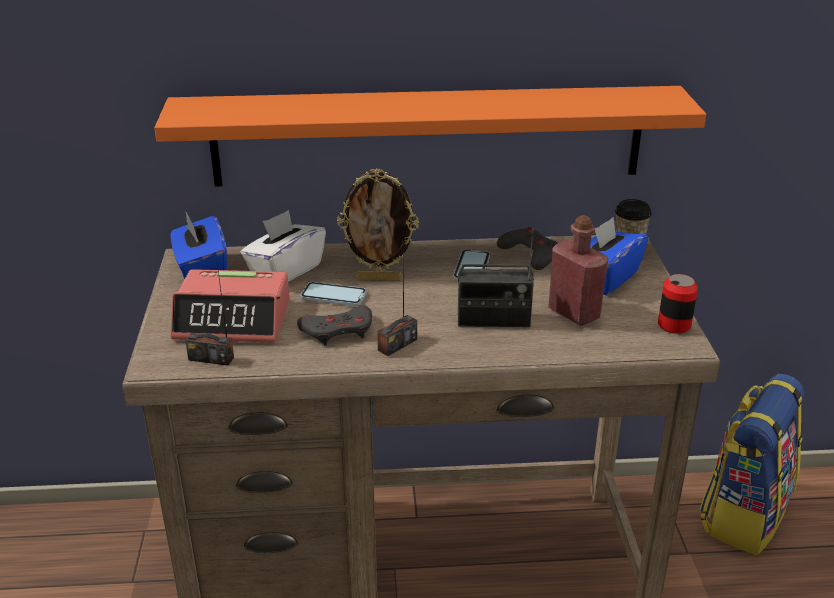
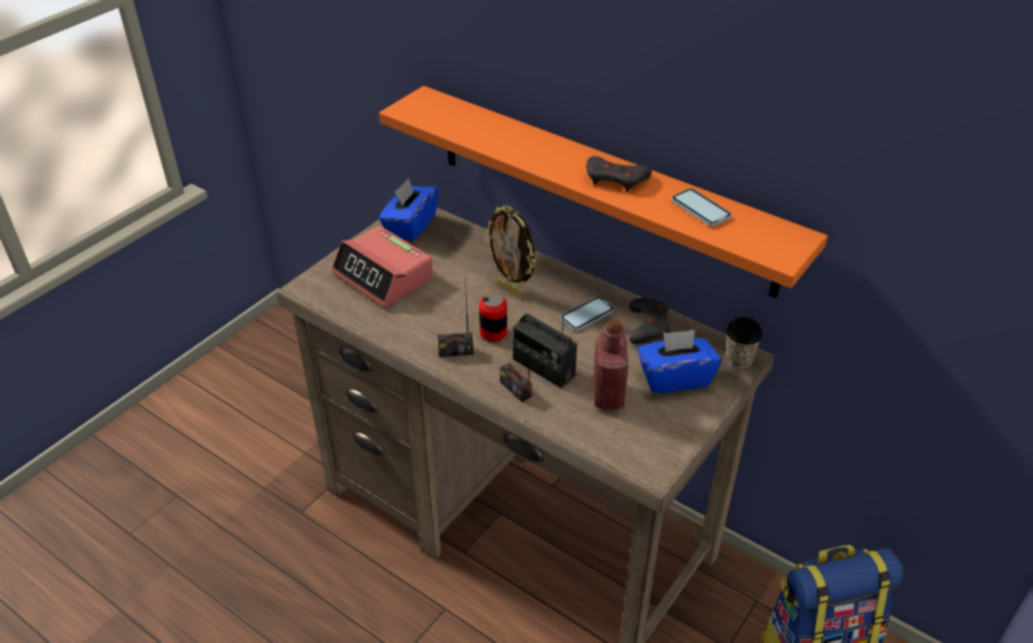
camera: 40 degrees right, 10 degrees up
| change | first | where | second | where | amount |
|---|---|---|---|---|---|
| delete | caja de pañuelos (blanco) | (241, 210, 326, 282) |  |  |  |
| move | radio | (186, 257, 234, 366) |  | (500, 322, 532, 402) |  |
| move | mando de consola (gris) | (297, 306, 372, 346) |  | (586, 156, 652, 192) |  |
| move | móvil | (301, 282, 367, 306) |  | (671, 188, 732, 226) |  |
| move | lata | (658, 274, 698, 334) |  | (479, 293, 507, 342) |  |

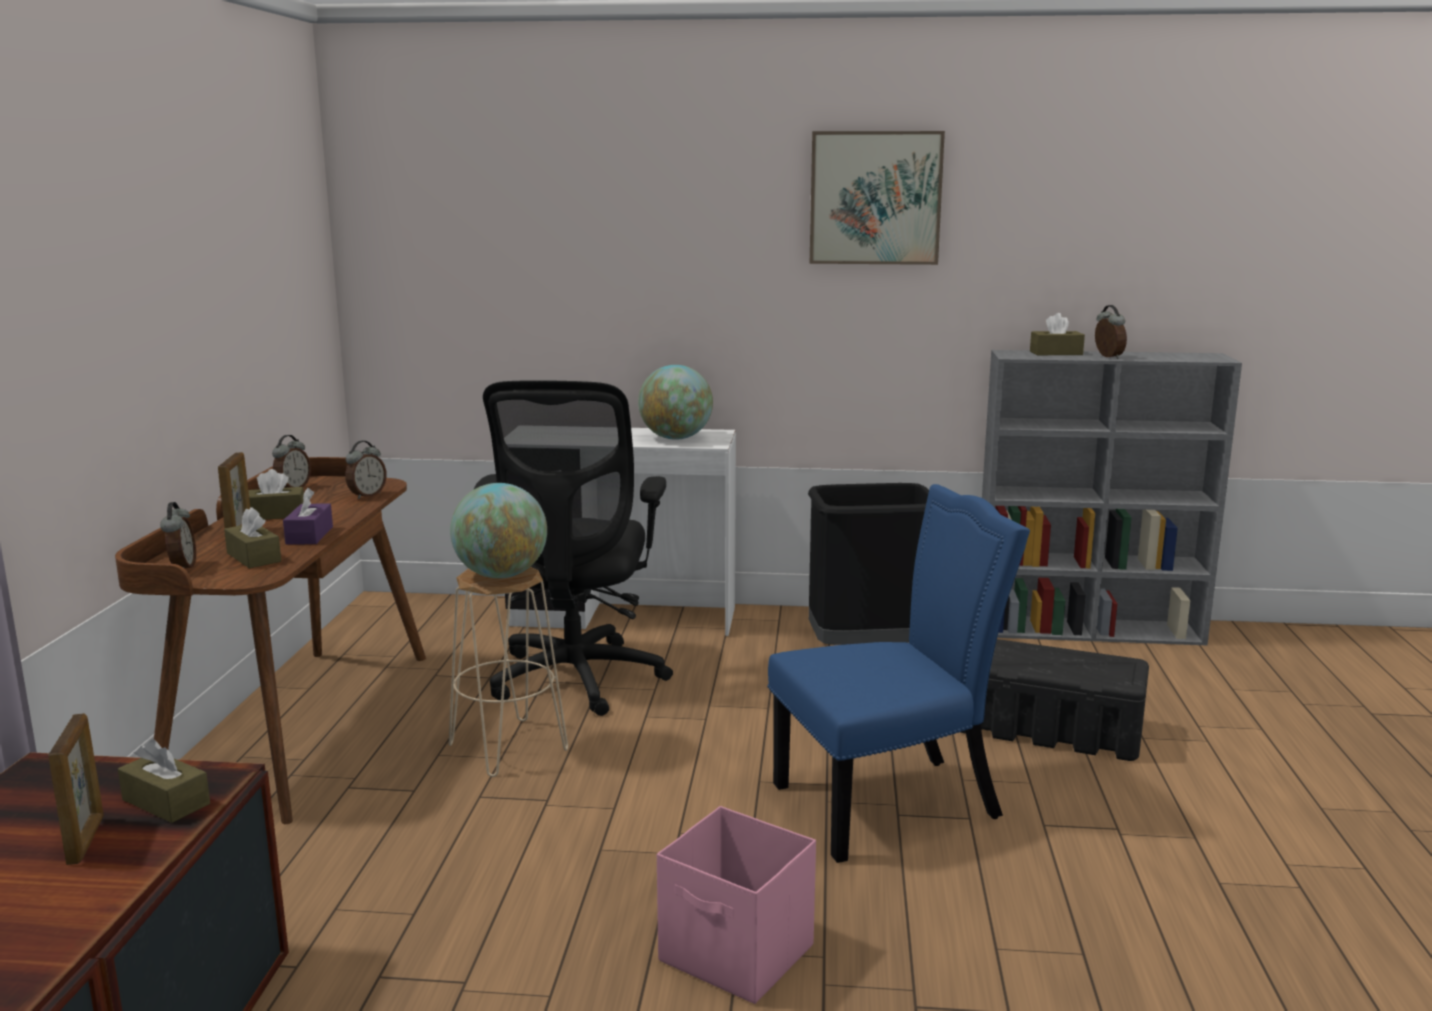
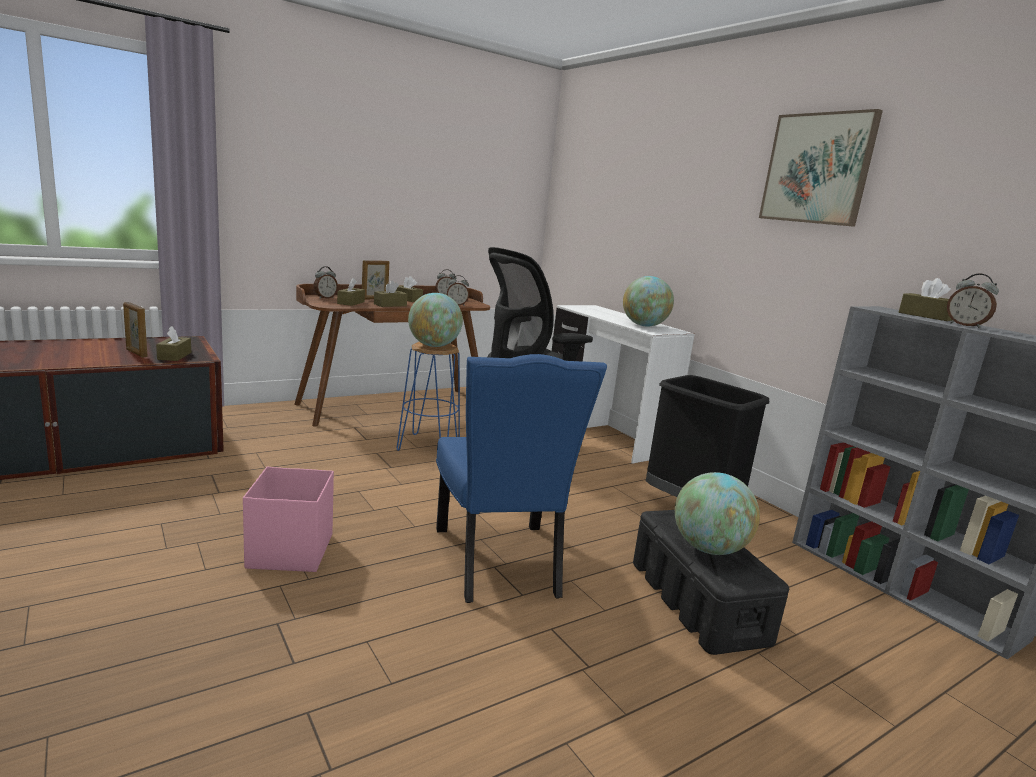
camera: 50 degrees right, 0 degrees up
| change | first | where | second | where | amount |
|---|---|---|---|---|---|
| insert |  |  | globo terráqueo | (675, 472, 760, 555) |  |
| recolor | caja de pañuelos (morado) | (283, 488, 333, 545) | caja de pañuelos (marrón) | (374, 280, 407, 307) |  |
| recolor | taburete (beis) | (449, 567, 568, 777) | taburete (azul) | (397, 342, 460, 451) |  |
| rotate | portarretratos | (48, 713, 104, 865) |  | (123, 302, 148, 357) | 90 degrees clockwise |
| rotate | silla (azul) | (767, 484, 1030, 863) |  | (436, 354, 607, 603) | 45 degrees clockwise |
| rotate | despertador | (1095, 305, 1127, 359) |  | (947, 274, 999, 328) | 105 degrees clockwise |

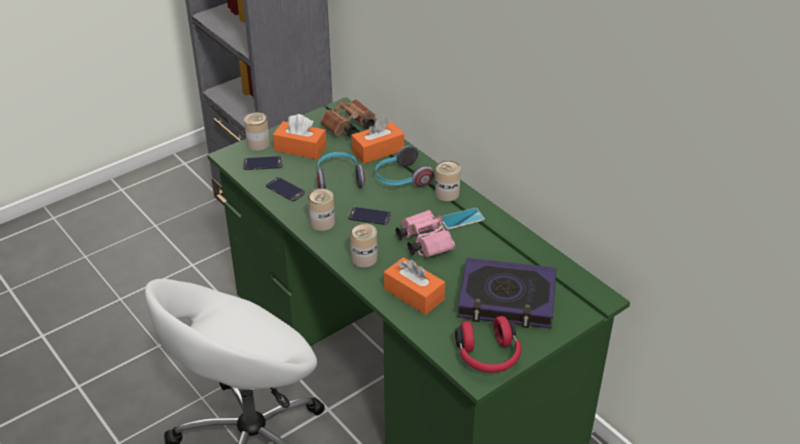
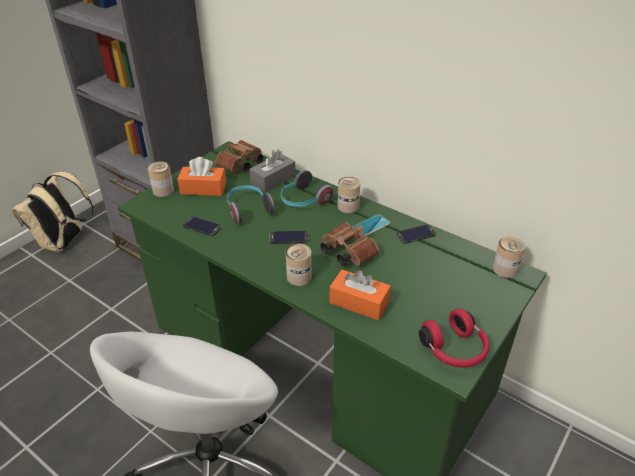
camera: 15 degrees left, 0 degrees up
| change | first | where | second | where | amount |
|---|---|---|---|---|---|
| delete | libro | (457, 258, 557, 328) |  |  |  |
| insert |  |  | mochila (beis) | (12, 172, 93, 252) |  |
| move | móvil | (243, 156, 282, 170) |  | (396, 224, 437, 244) |  |
| move | lata | (308, 189, 335, 231) |  | (493, 236, 525, 278) |  |
| recolor | caja de pañuelos (naranja) | (351, 118, 404, 164) | caja de pañuelos (gris) | (249, 149, 296, 193) |  |
| recolor | prismáticos (rosa) | (396, 210, 455, 258) | prismáticos (marrón) | (320, 222, 379, 266) |  |

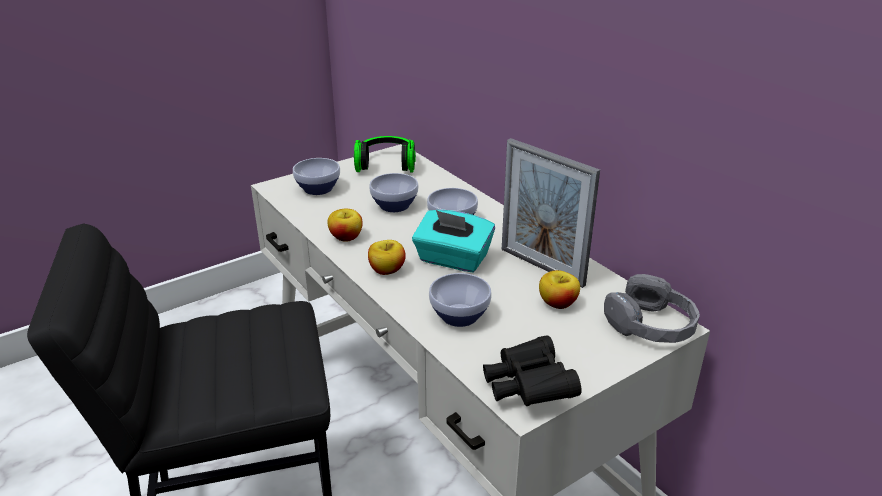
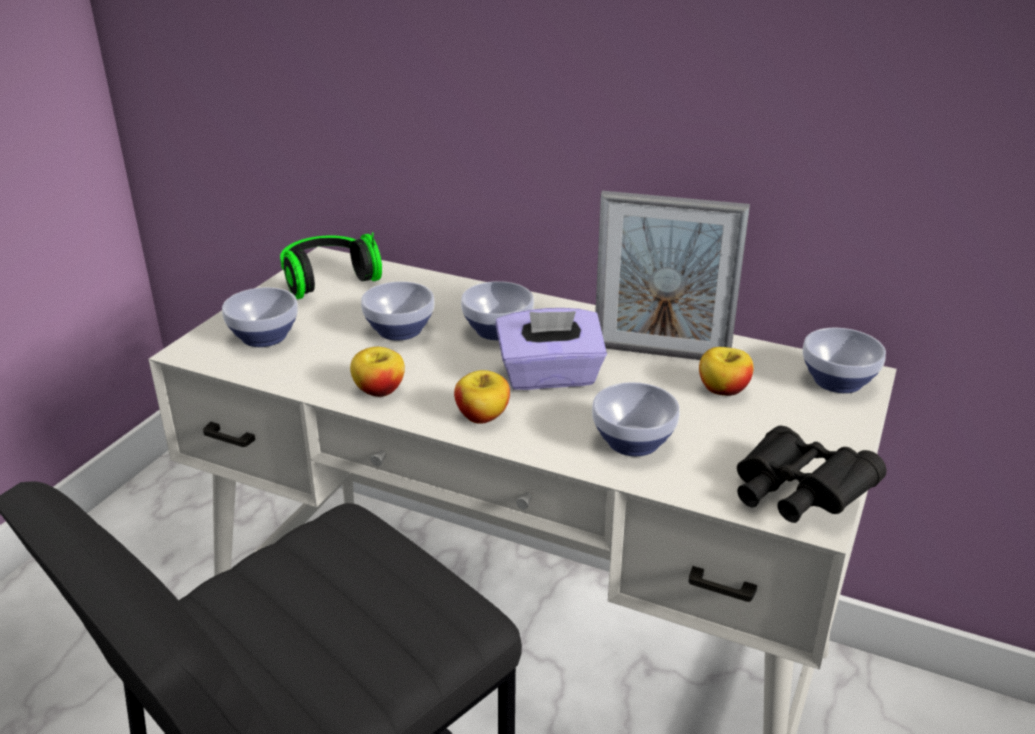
camera: 30 degrees left, 0 degrees up
| change | first | where | second | where | amount |
|---|---|---|---|---|---|
| replace | auriculares (gris) | (604, 274, 700, 343) | cuenco | (803, 328, 886, 393) |  |
| recolor | caja de pañuelos (turquesa) | (412, 209, 495, 272) | caja de pañuelos (morado) | (495, 308, 607, 390) |  |

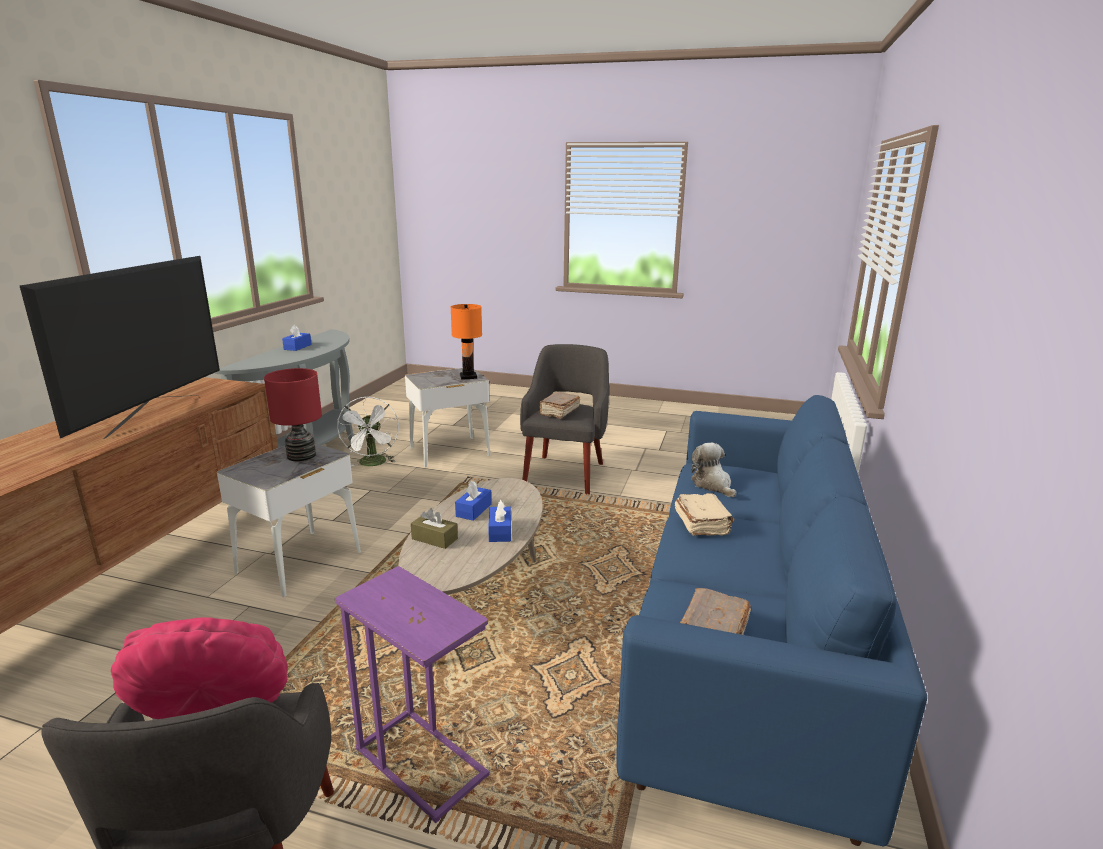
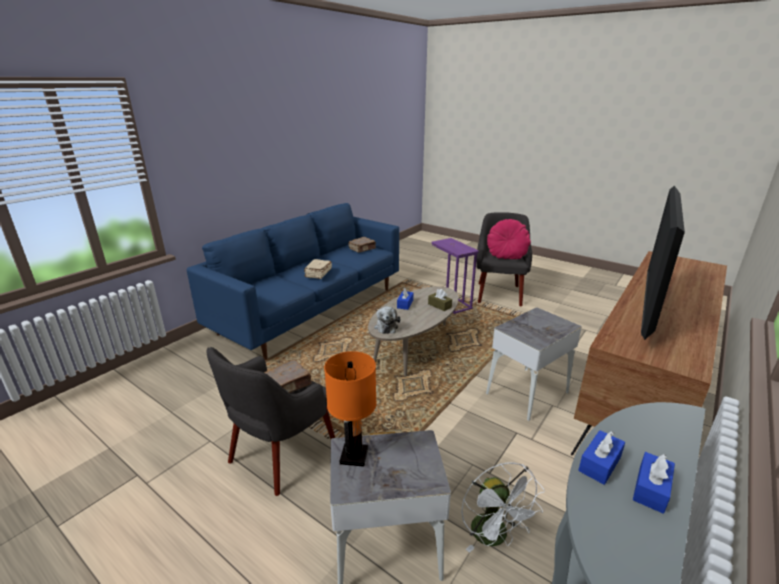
camera: 160 degrees left, 5 degrees up
| change | first | where | second | where | amount |
|---|---|---|---|---|---|
| delete | lámpara de mesa (rojo) | (264, 368, 322, 461) |  |  |  |
| move | caja de pañuelos (azul) | (455, 481, 492, 521) |  | (578, 430, 625, 485) |  |
| move | peluche | (691, 443, 737, 498) |  | (374, 306, 400, 334) |  |
| rotate | ventilador (blanco) | (337, 396, 399, 466) |  | (461, 462, 545, 553) | 150 degrees clockwise |

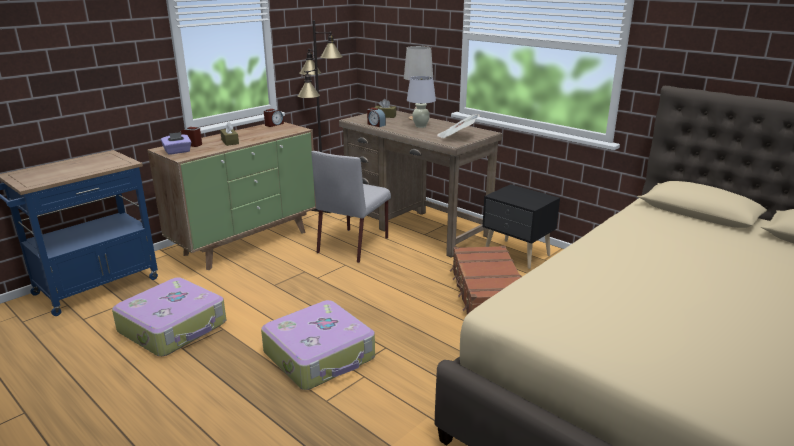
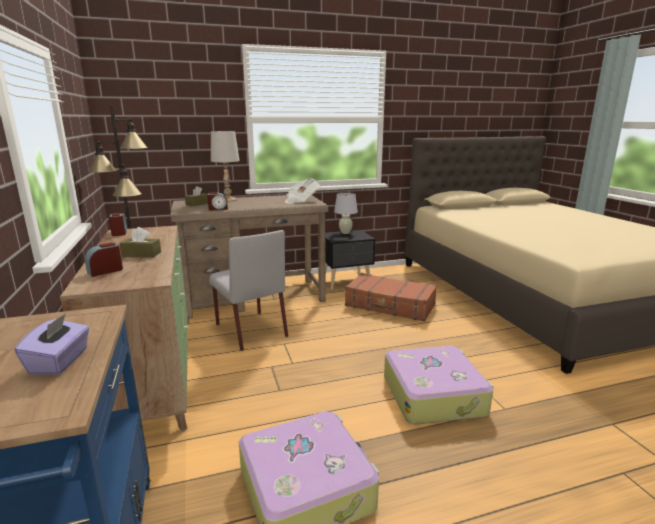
camera: 60 degrees left, 5 degrees down
| change | first | where | second | where | amount |
|---|---|---|---|---|---|
| move | caja de pañuelos (morado) | (161, 132, 191, 155) |  | (14, 313, 89, 375) |  |
| move | lámpara de mesa (blanco) | (407, 76, 436, 128) |  | (334, 193, 358, 234) |  |

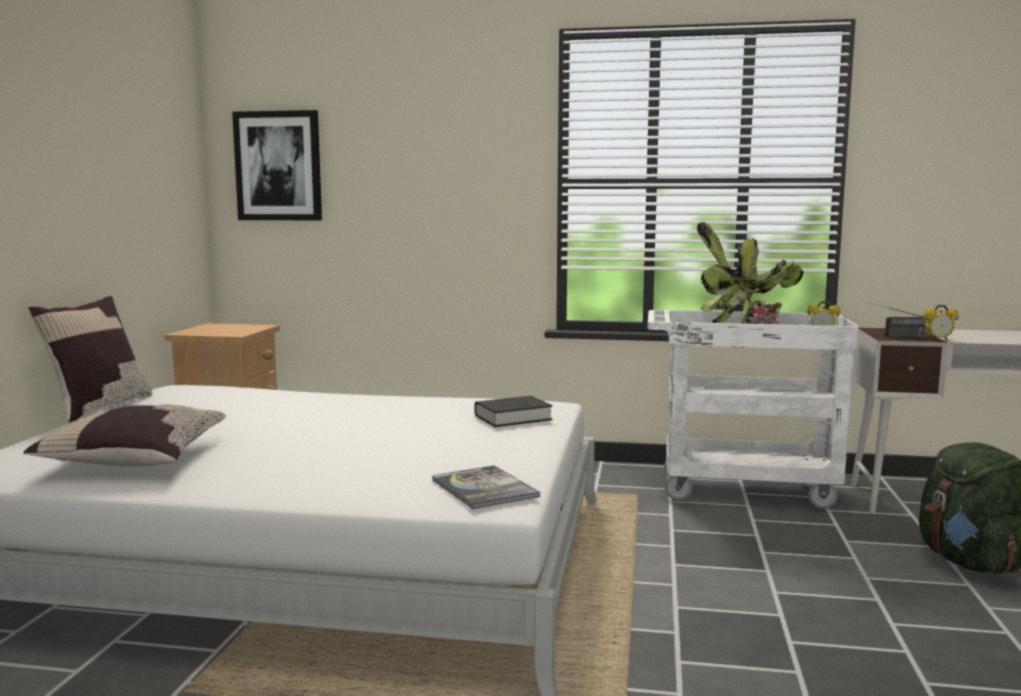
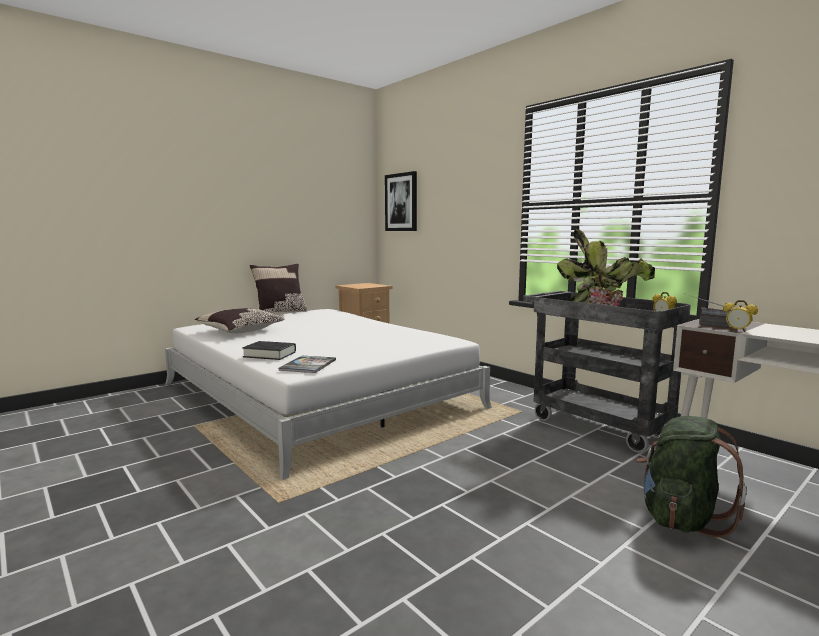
camera: 40 degrees right, 0 degrees up
| change | first | where | second | where | amount |
|---|---|---|---|---|---|
| move | libro (negro) | (475, 396, 553, 427) |  | (242, 341, 296, 360) |  |
| recolor | carrito (blanco) | (648, 310, 858, 508) | carrito (negro) | (523, 291, 691, 453) |  |

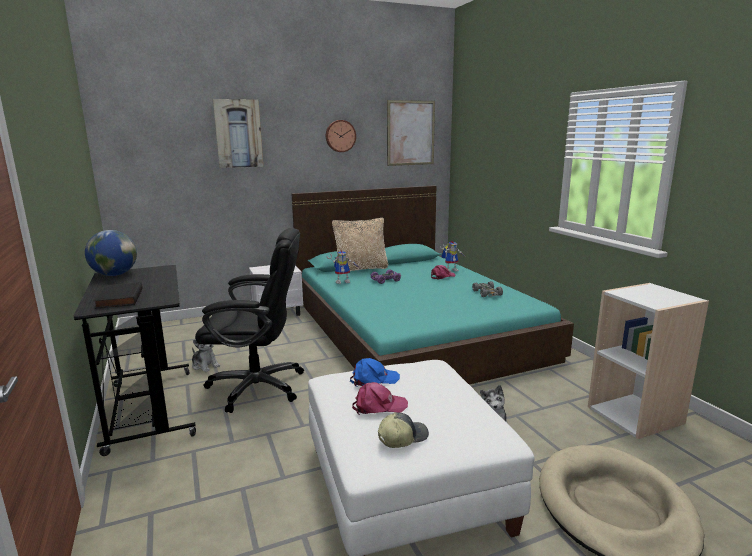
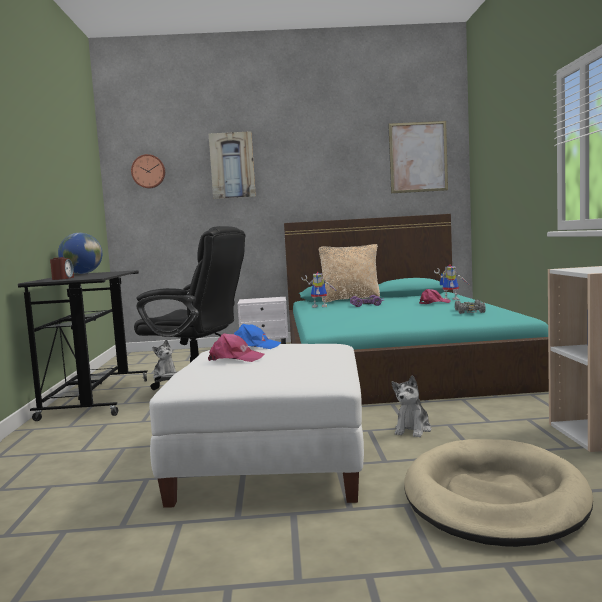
camera: 20 degrees right, 10 degrees down
| change | first | where | second | where | amount |
|---|---|---|---|---|---|
| delete | gorra | (378, 412, 429, 448) |  |  |  |
| move | reloj de pared | (326, 120, 356, 152) |  | (131, 154, 165, 188) |  |
| replace | libro (negro) | (93, 282, 142, 309) | despertador | (50, 257, 74, 280) |  |

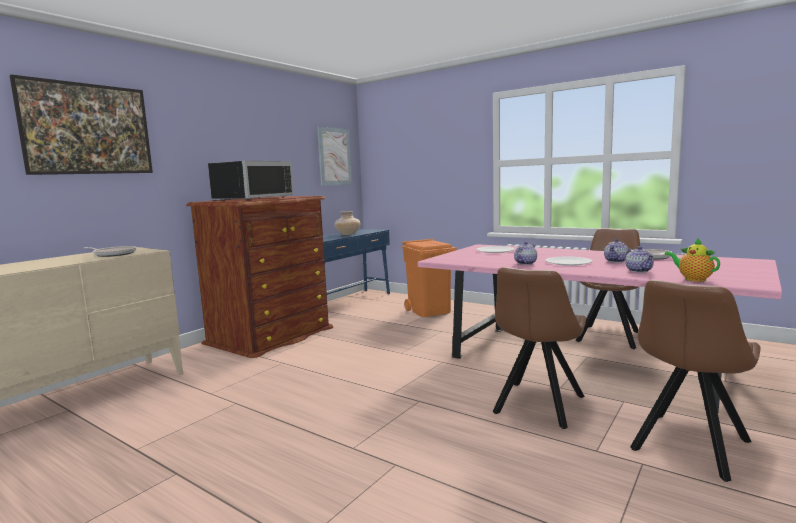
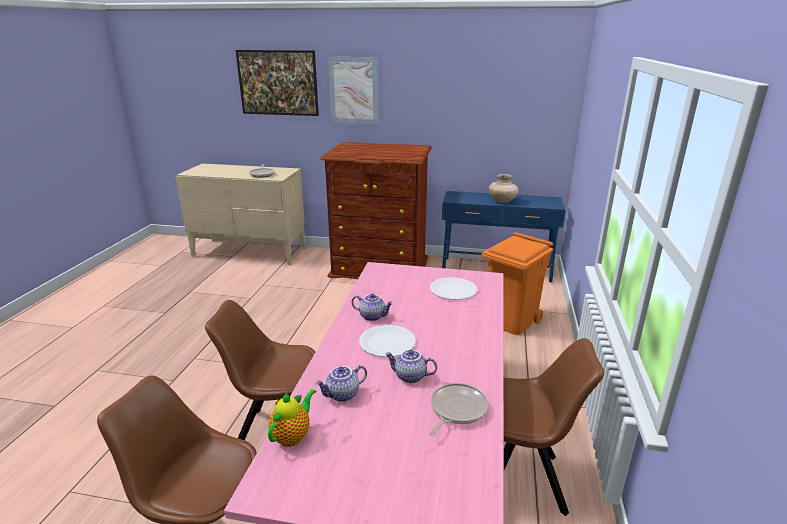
camera: 65 degrees right, 15 degrees up
| change | first | where | second | where | amount |
|---|---|---|---|---|---|
| delete | microondas (negro) | (208, 161, 294, 201) |  |  |  |
| move | cuadro | (317, 127, 352, 186) |  | (328, 57, 378, 124) |  |

